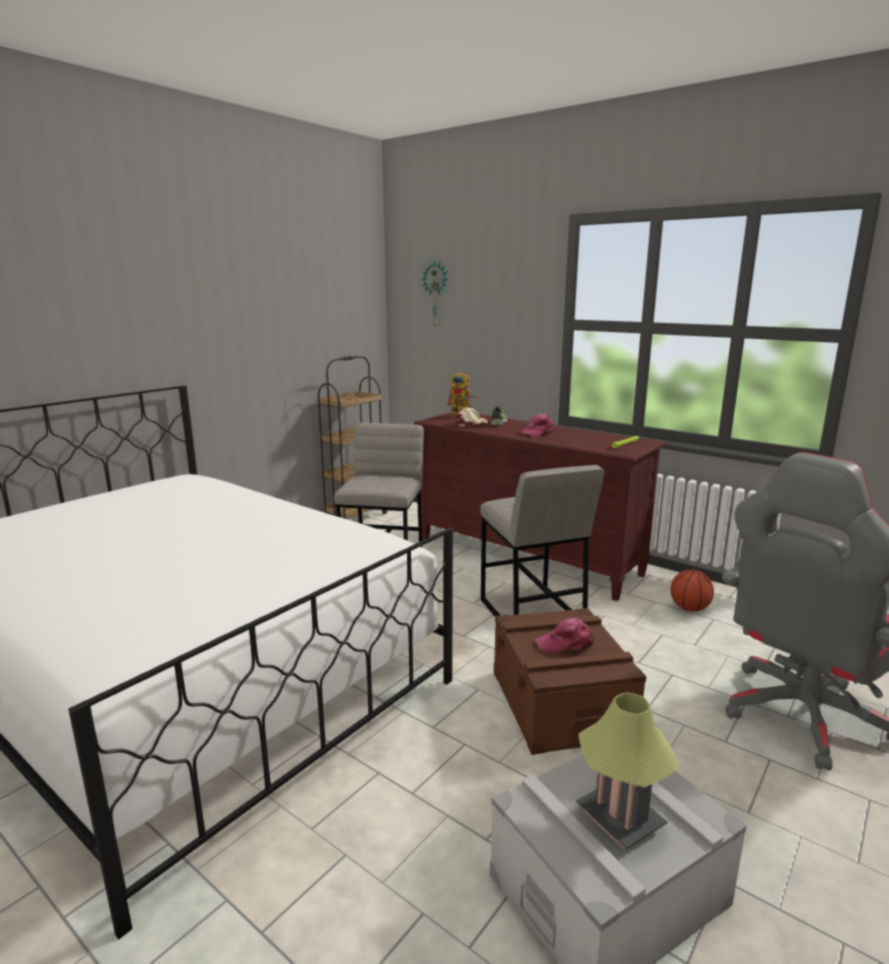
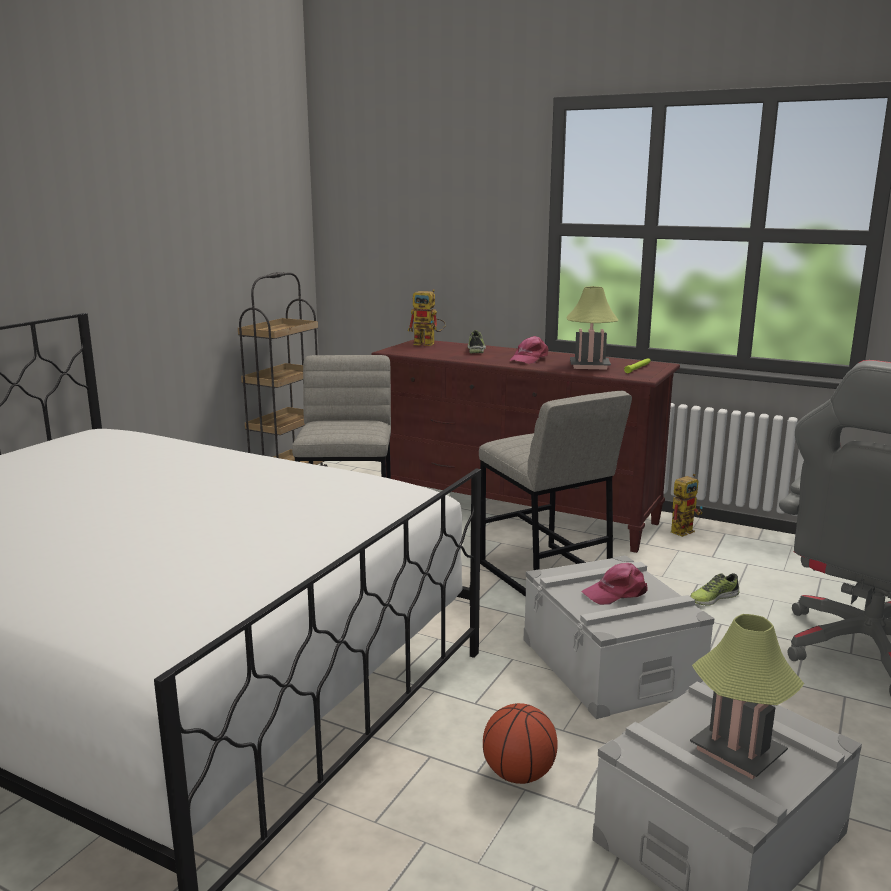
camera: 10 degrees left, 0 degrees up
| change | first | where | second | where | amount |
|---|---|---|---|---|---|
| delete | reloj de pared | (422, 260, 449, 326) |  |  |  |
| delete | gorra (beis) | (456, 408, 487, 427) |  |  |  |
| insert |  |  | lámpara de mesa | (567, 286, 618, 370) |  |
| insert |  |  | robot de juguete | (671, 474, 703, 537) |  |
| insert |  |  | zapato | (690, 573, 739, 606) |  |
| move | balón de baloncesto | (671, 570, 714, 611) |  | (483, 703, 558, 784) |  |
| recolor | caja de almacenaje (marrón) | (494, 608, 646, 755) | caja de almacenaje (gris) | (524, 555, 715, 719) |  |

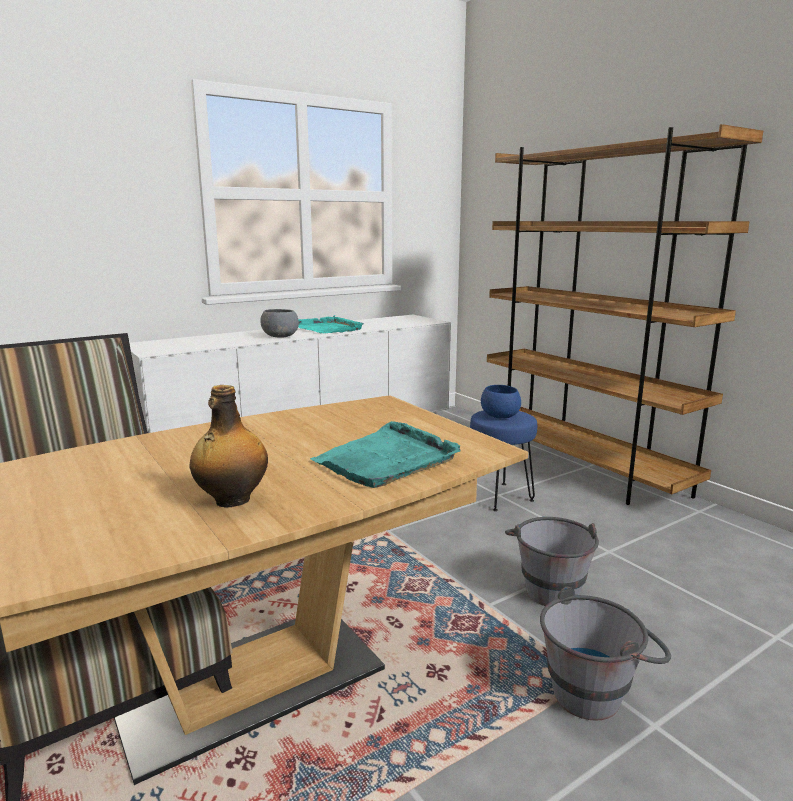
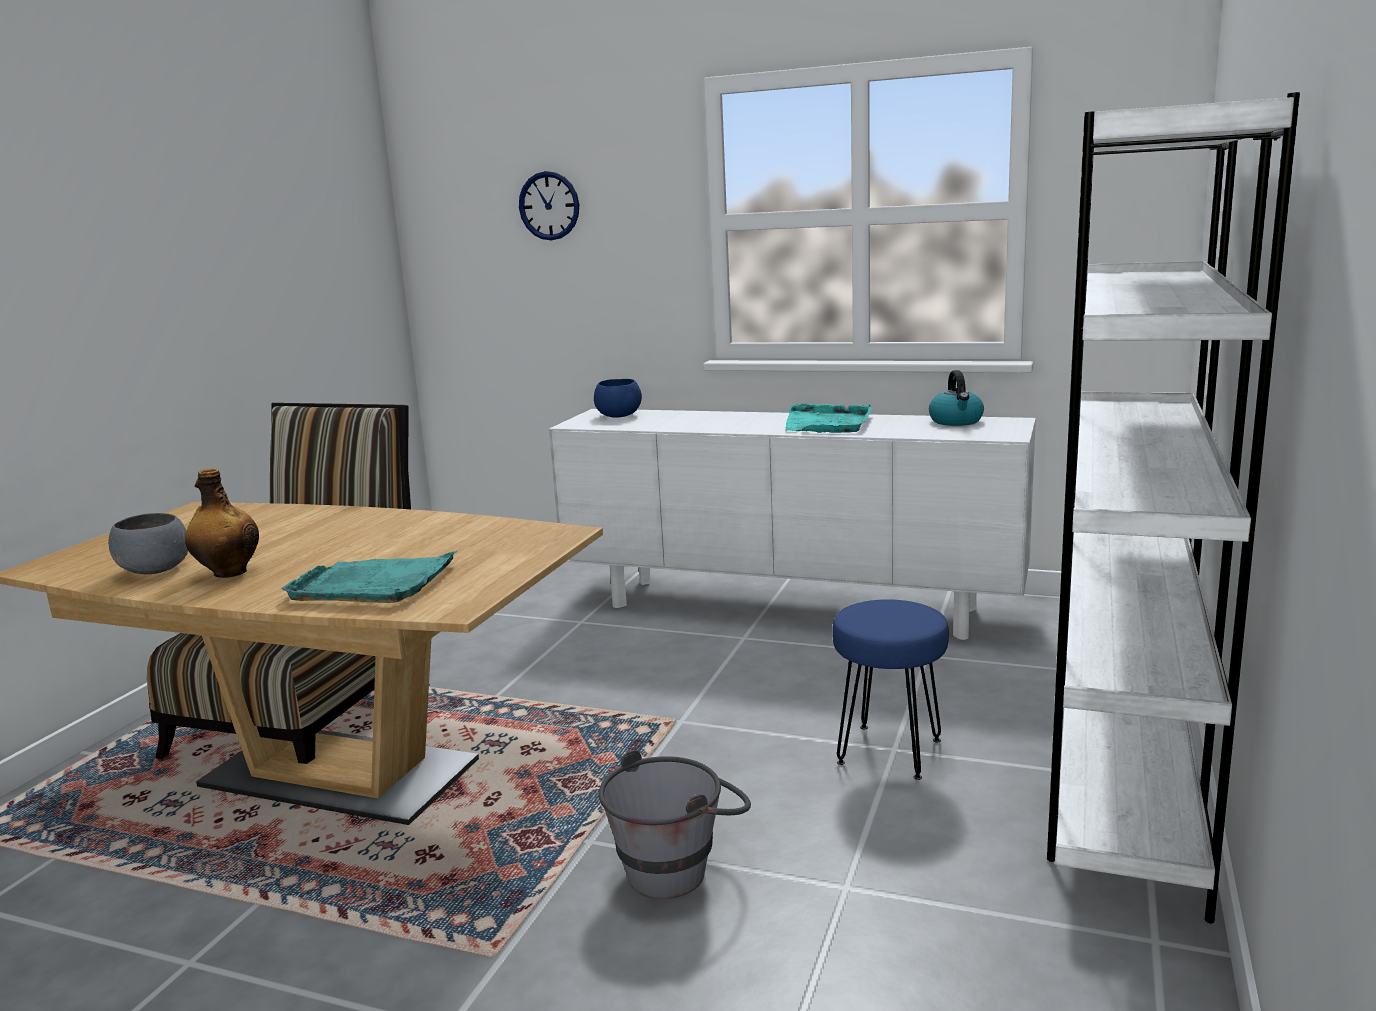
camera: 55 degrees right, 0 degrees up
| change | first | where | second | where | amount |
|---|---|---|---|---|---|
| delete | cubo (gris) | (540, 587, 671, 721) |  |  |  |
| insert |  |  | reloj de pared | (519, 171, 579, 240) |  |
| insert |  |  | hervidor | (929, 370, 984, 426) |  |
| move | cuenco (gris) | (260, 309, 299, 338) |  | (108, 513, 188, 574) |  |
| move | cuenco (azul) | (481, 385, 521, 419) |  | (594, 379, 642, 418) |  |
| recolor | estantería (marrón) | (487, 124, 763, 505) | estantería (blanco) | (1047, 92, 1300, 924) |  |

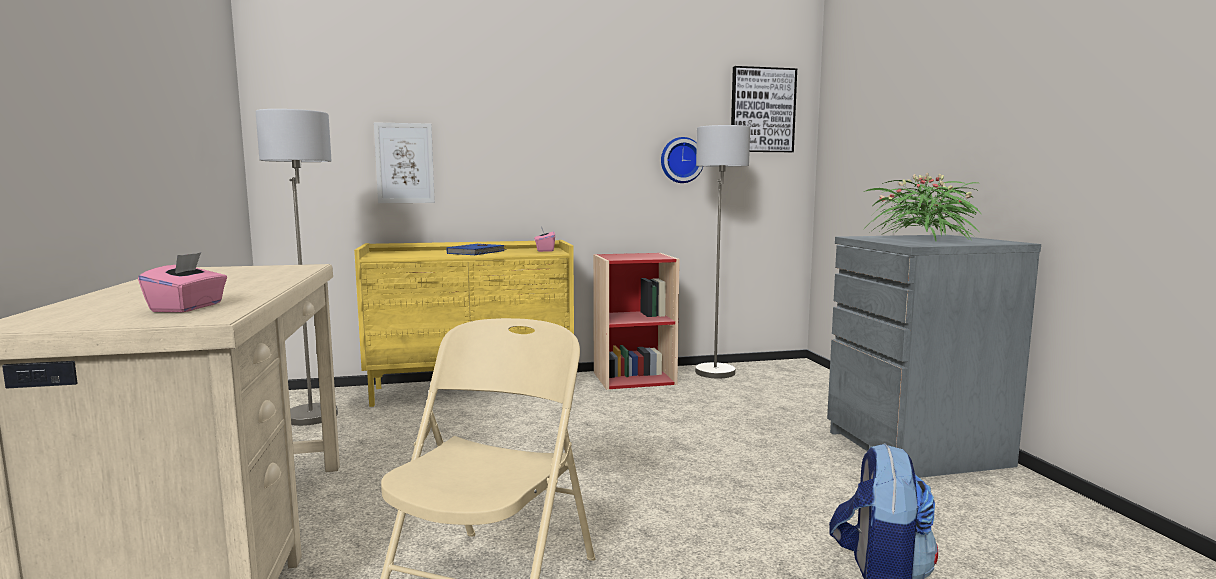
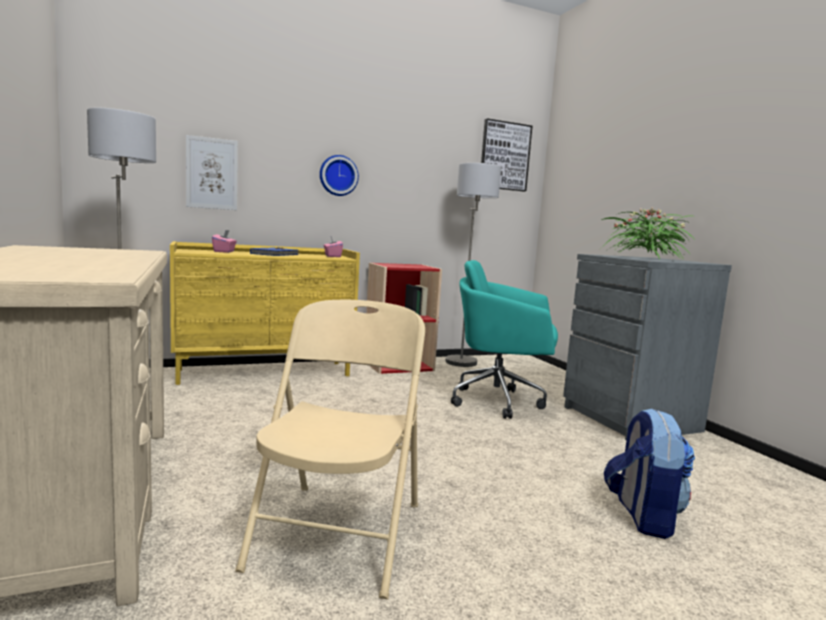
camera: 10 degrees left, 0 degrees up
| change | first | where | second | where | amount |
|---|---|---|---|---|---|
| insert |  |  | silla de oficina (turquesa) | (451, 260, 558, 419) |  |
| move | caja de pañuelos (rosa) | (138, 252, 227, 312) |  | (212, 230, 237, 253) |  |
| move | reloj de pared | (661, 137, 703, 183) |  | (320, 155, 359, 196) |  |

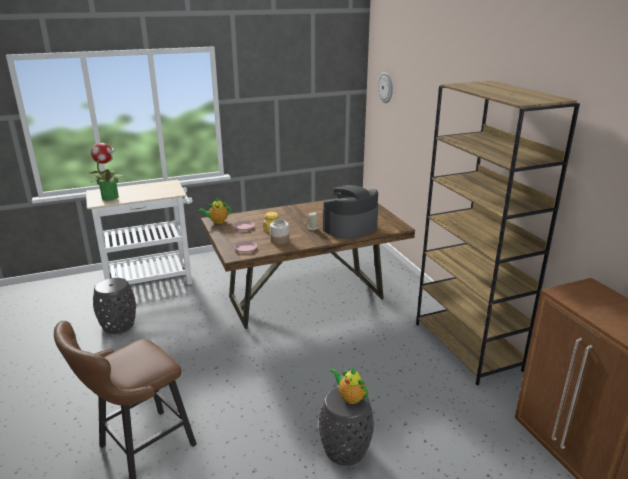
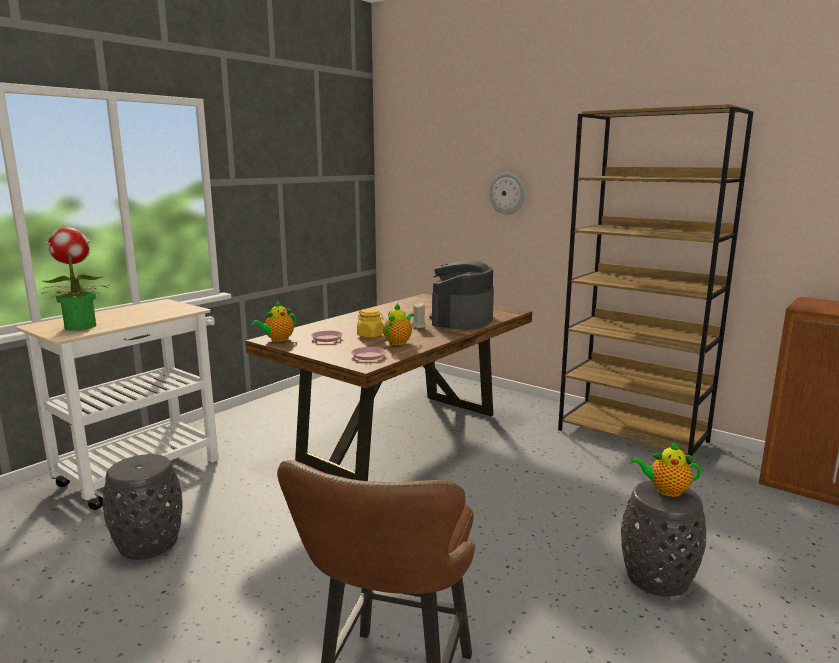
camera: 30 degrees left, 10 degrees down
| change | first | where | second | where | amount |
|---|---|---|---|---|---|
| move | reloj de pared | (378, 72, 393, 103) |  | (489, 173, 525, 215) |  |
| replace | tarro | (270, 219, 289, 245) | tetera | (383, 303, 414, 345) |  |

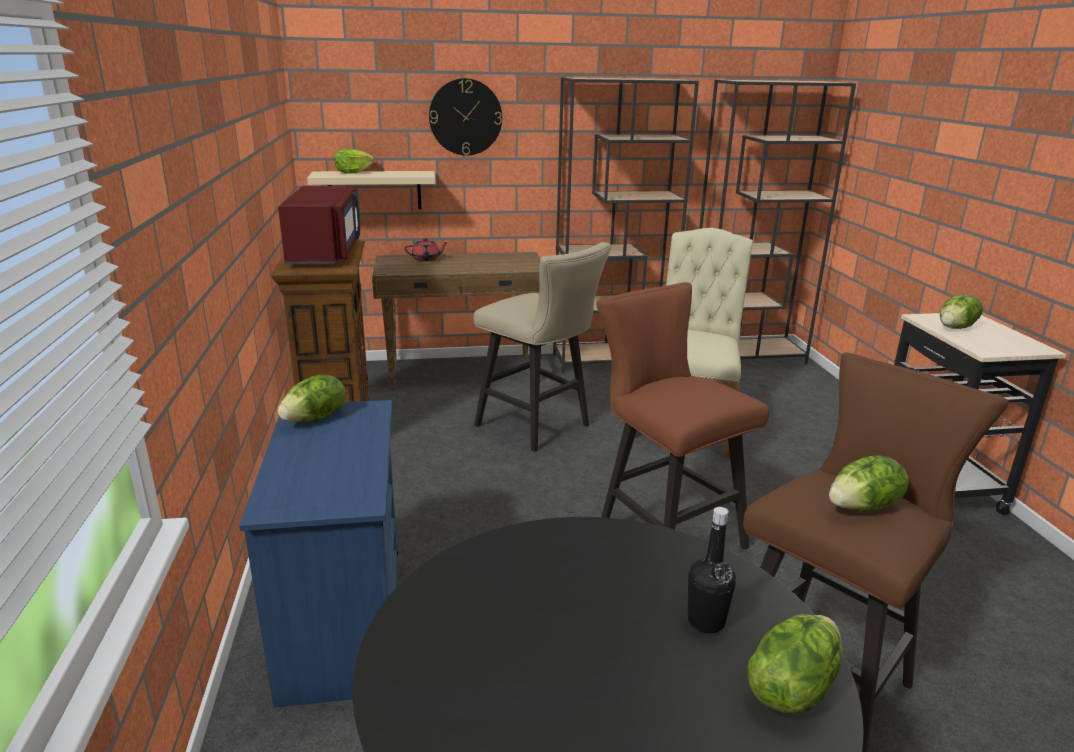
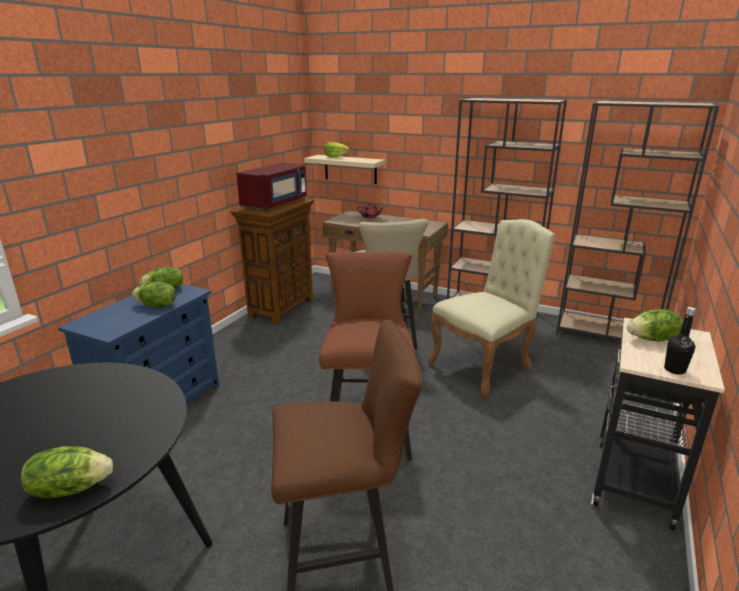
camera: 35 degrees right, 0 degrees up
| change | first | where | second | where | amount |
|---|---|---|---|---|---|
| delete | reloj de pared | (429, 78, 502, 156) |  |  |  |
| move | botella (negro) | (688, 507, 736, 633) |  | (664, 307, 696, 375) |  |
| move | lechuga | (829, 455, 909, 511) |  | (132, 282, 176, 307) |  |

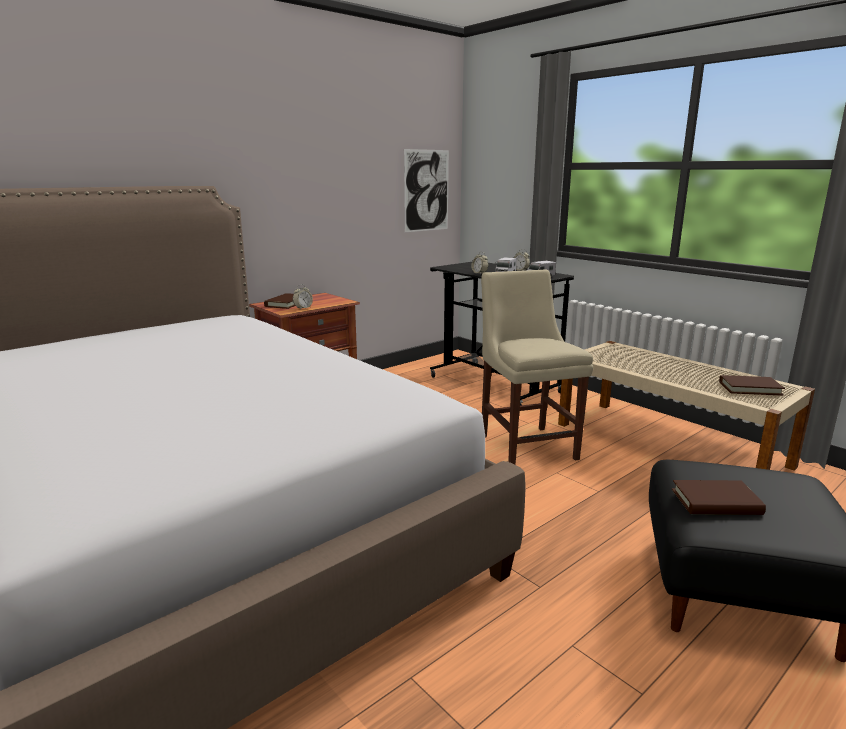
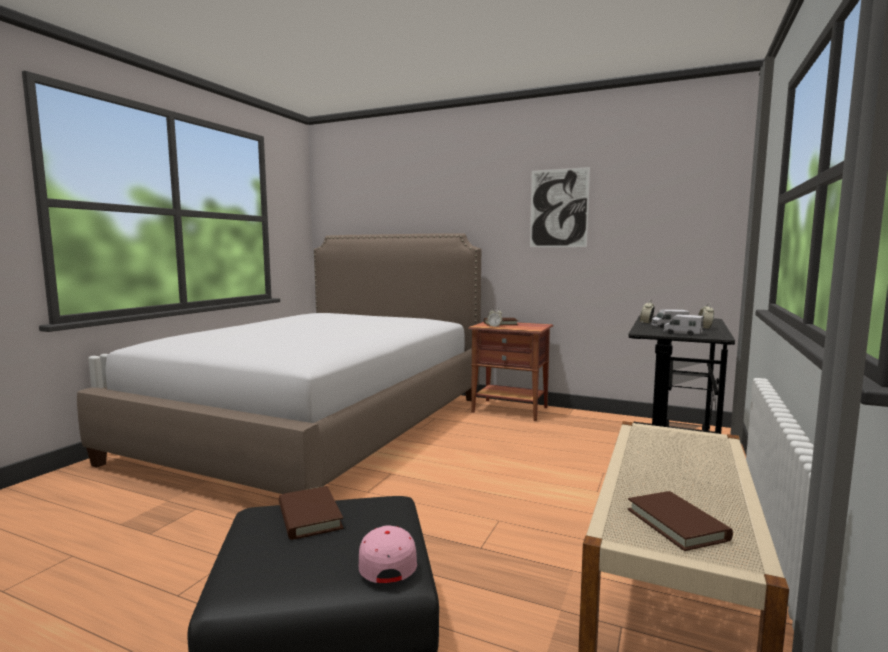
camera: 65 degrees right, 10 degrees down
| change | first | where | second | where | amount |
|---|---|---|---|---|---|
| delete | silla (beis) | (481, 269, 593, 465) |  |  |  |
| insert |  |  | gorra (rosa) | (359, 525, 417, 583) |  |
| move | cuadro | (404, 149, 449, 232) |  | (530, 167, 590, 247) |  |

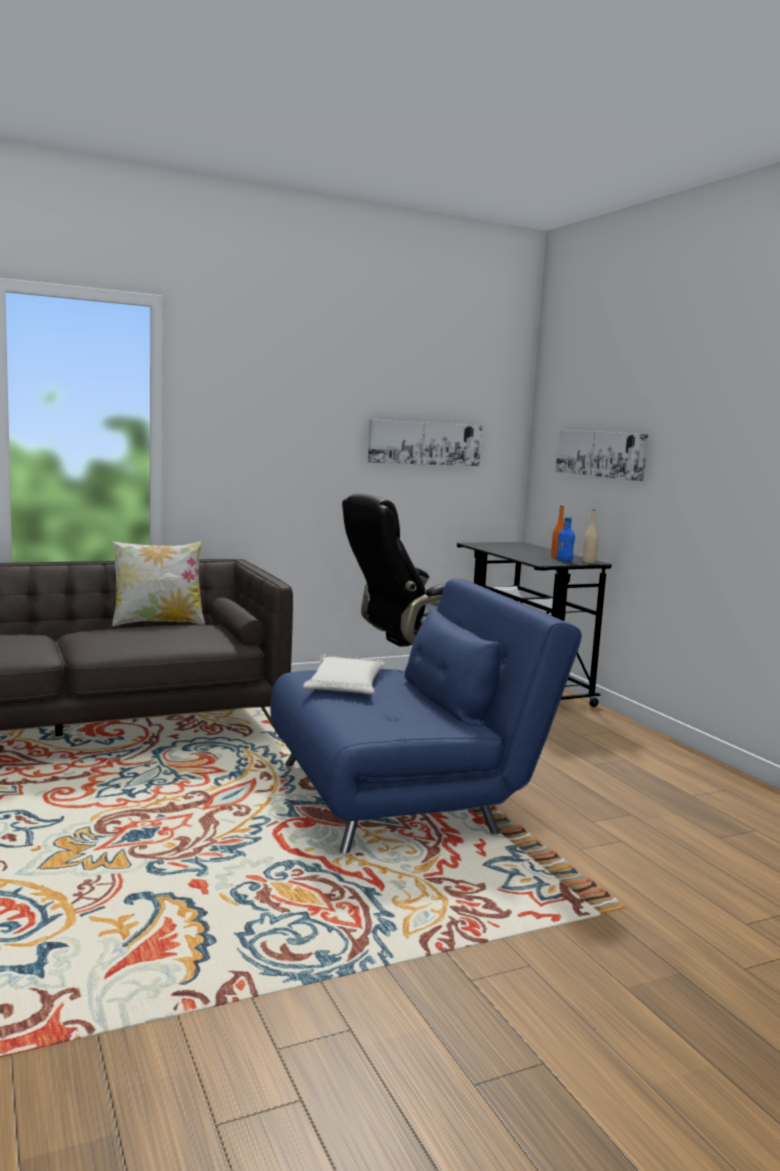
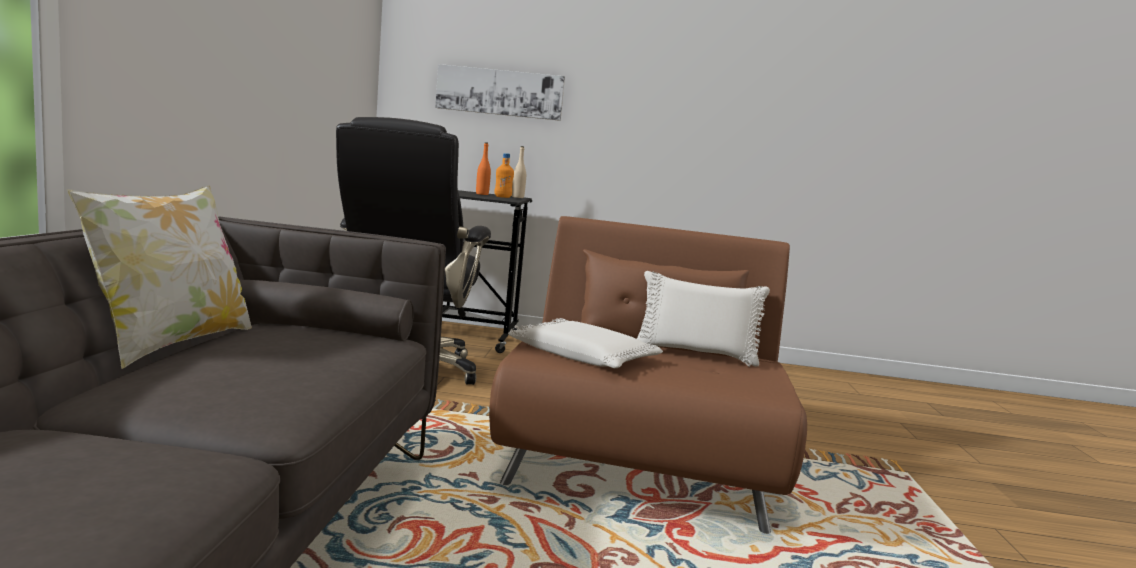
camera: 60 degrees left, 0 degrees up
| change | first | where | second | where | amount |
|---|---|---|---|---|---|
| delete | cuadro | (368, 419, 482, 466) |  |  |  |
| insert |  |  | cojín (blanco) | (637, 271, 770, 367) |  |
| recolor | sillón (azul) | (270, 578, 582, 853) | sillón (marrón) | (489, 216, 807, 534) |  |
| recolor | botella (azul) | (557, 517, 575, 562) | botella (naranja) | (495, 153, 514, 198) |  |

